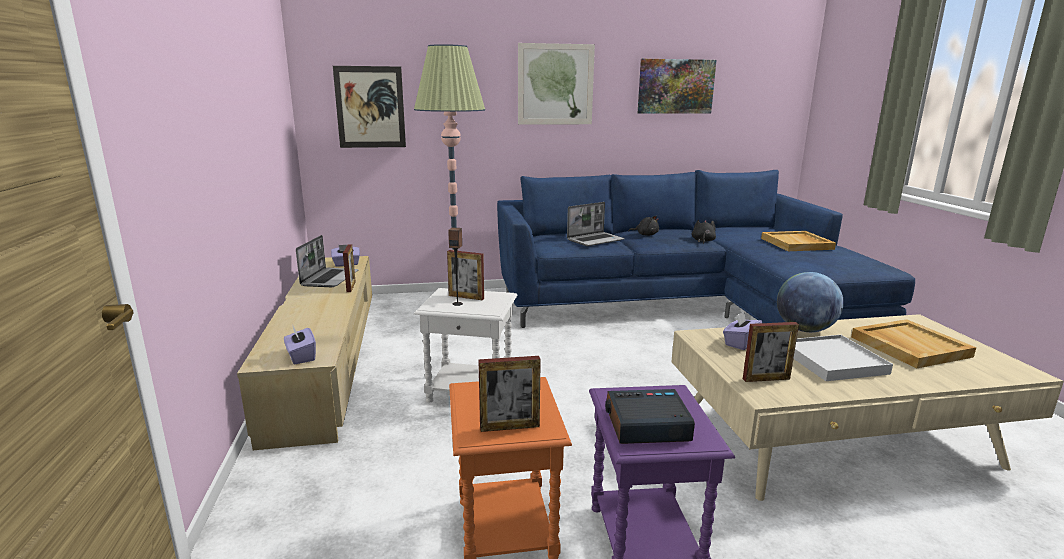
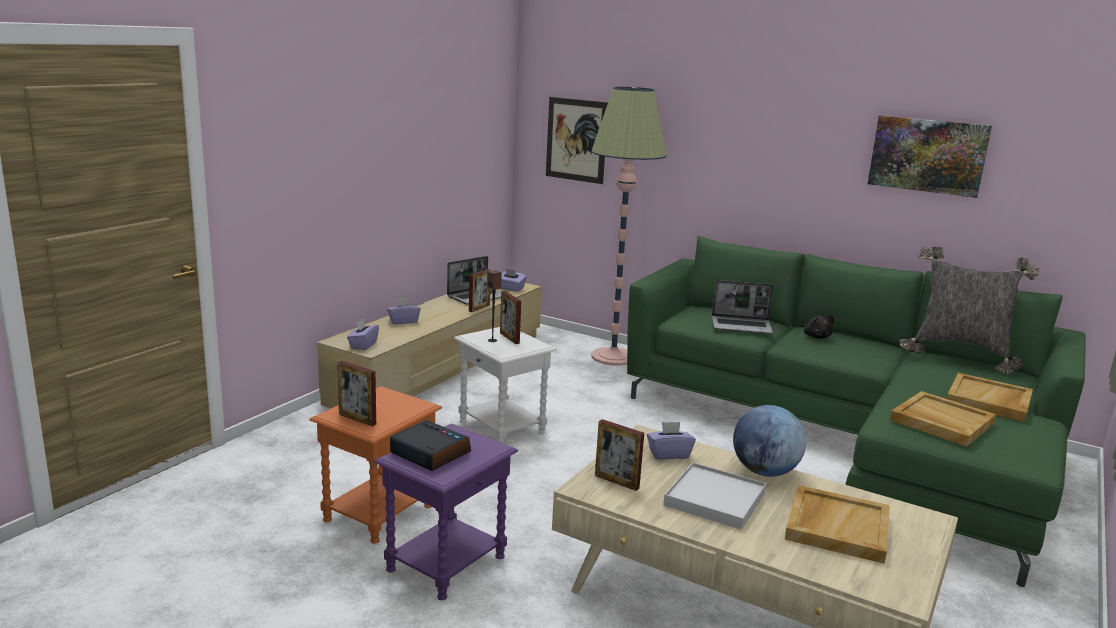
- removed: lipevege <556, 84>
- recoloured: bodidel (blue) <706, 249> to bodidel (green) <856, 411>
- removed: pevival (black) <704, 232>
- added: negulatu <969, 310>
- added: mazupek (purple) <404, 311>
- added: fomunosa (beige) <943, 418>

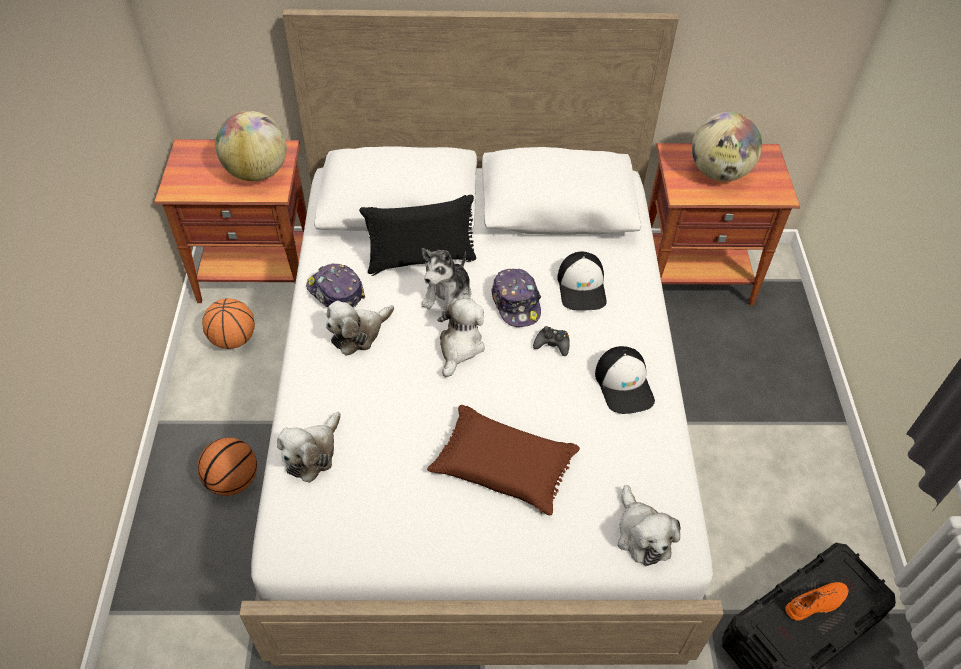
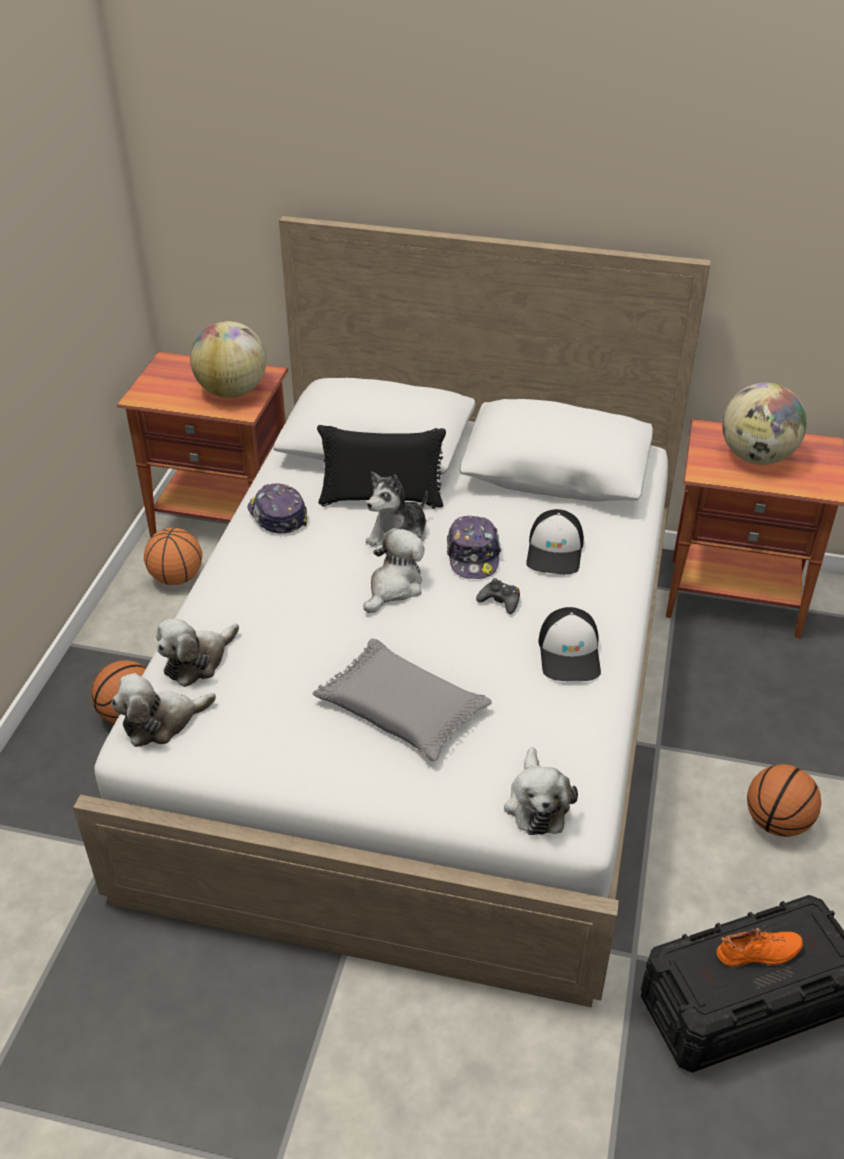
- moved: pevival <360, 328> to <163, 710>
- recoloured: negulatu (brown) <503, 460> to negulatu (grey) <402, 700>
- added: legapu <784, 800>

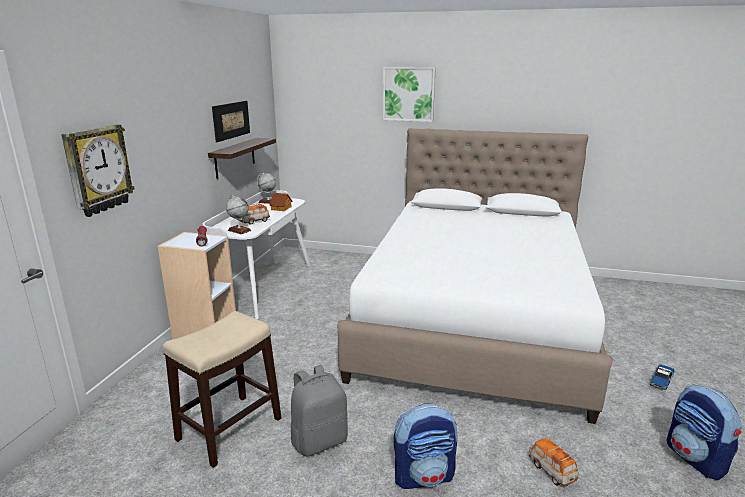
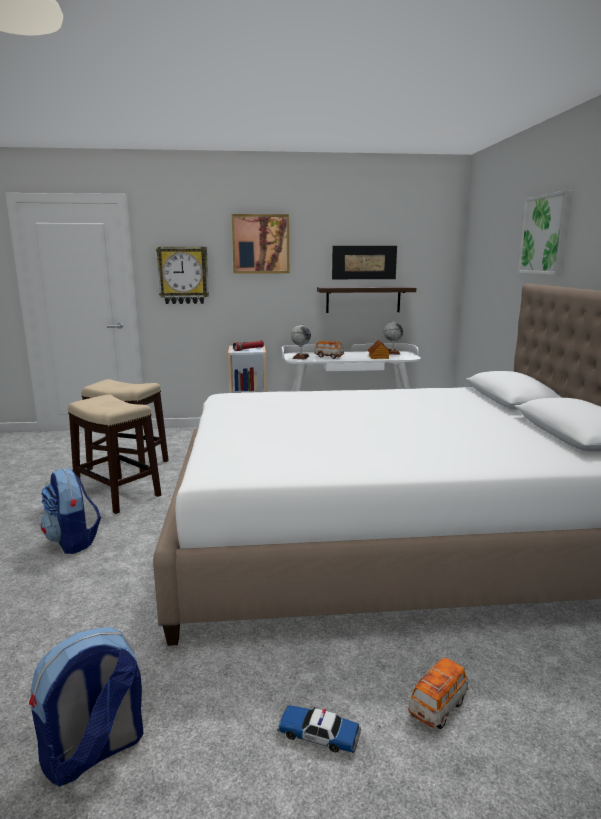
- replaced: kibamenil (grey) <319, 411> to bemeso <114, 454>
- moved: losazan <554, 462> to <438, 693>
- added: lipevege <260, 244>

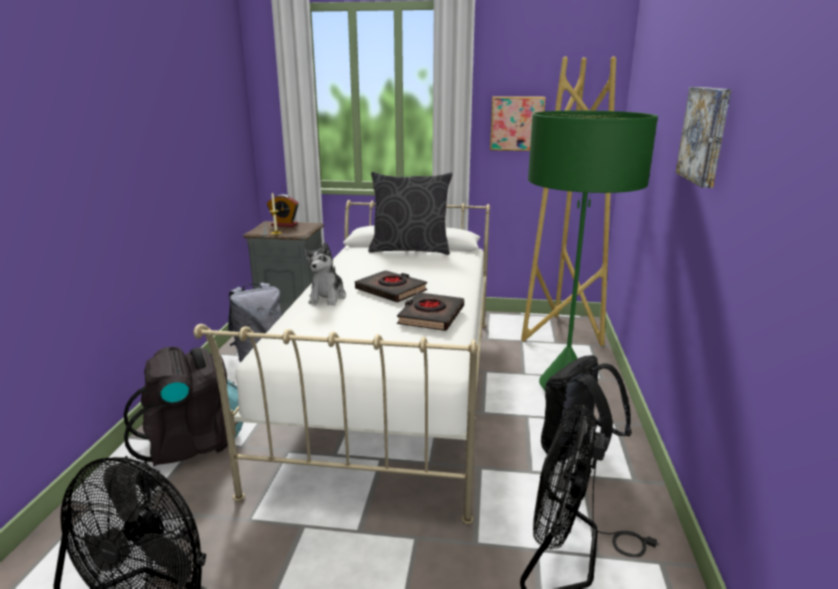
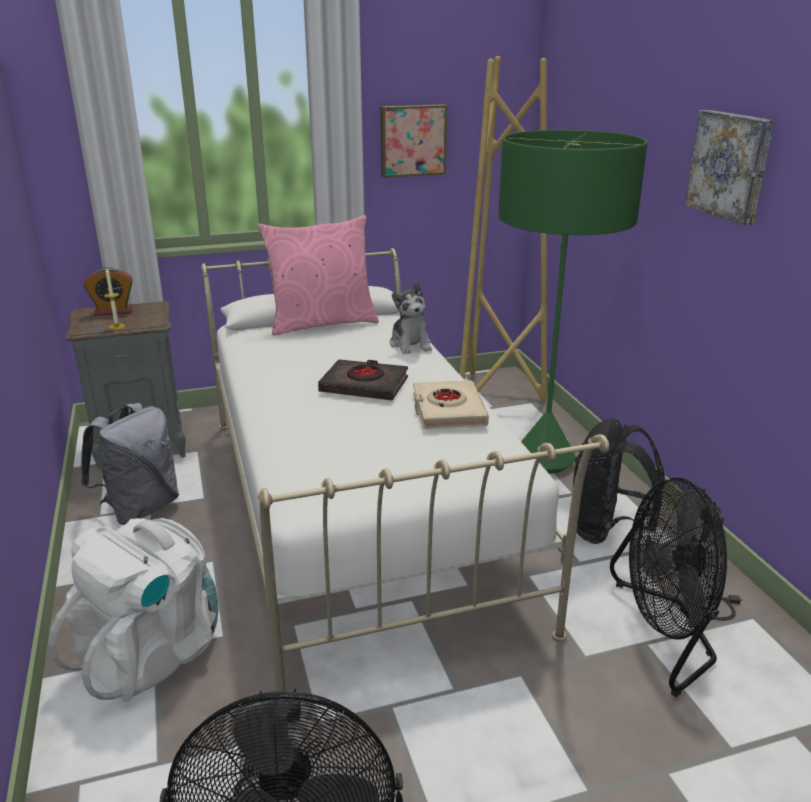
- recoloured: negulatu (grey) <410, 213> to negulatu (pink) <318, 275>
- moved: pevival <325, 273> to <411, 318>
- recoloured: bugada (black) <430, 311> to bugada (beige) <451, 404>
- recoloured: kibamenil (black) <183, 407> to kibamenil (white) <133, 610>

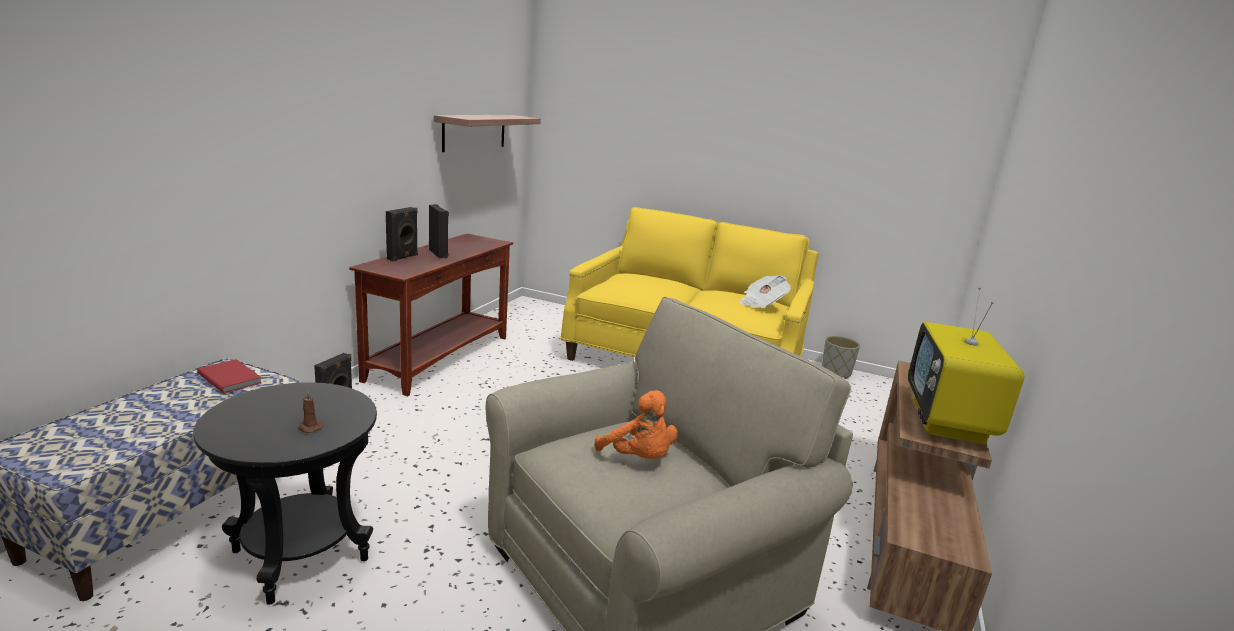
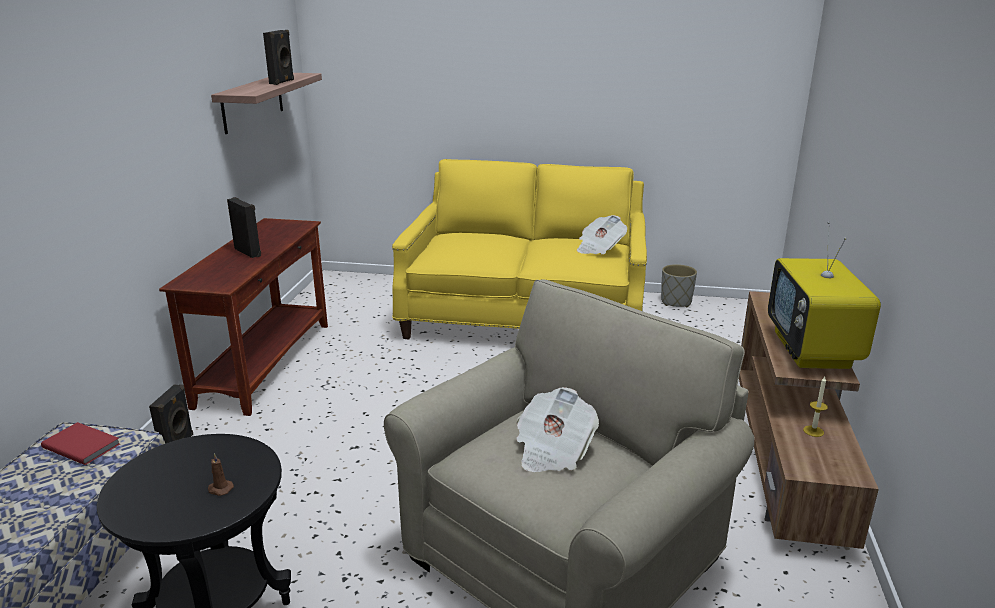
- moved: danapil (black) <402, 234> to <278, 57>
- replaced: pevival (orange) <636, 424> to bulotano <557, 429>
- added: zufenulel <815, 407>

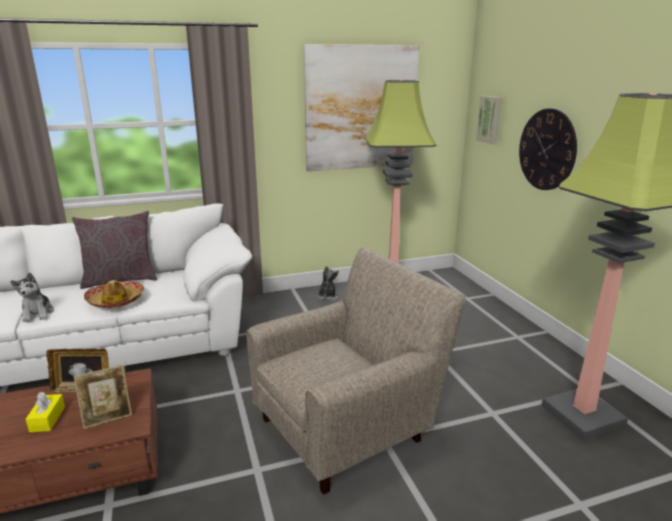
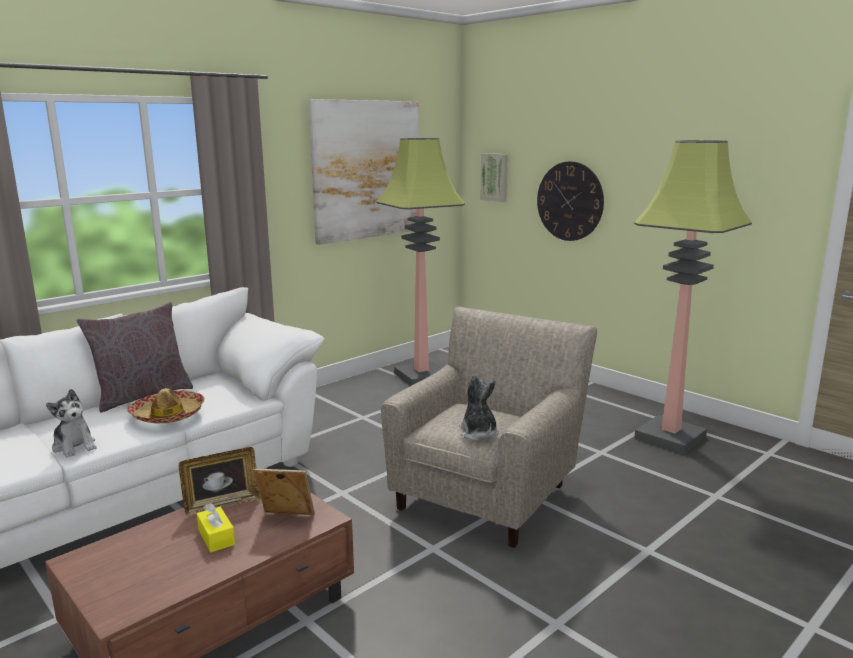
- moved: pevival <328, 283> to <478, 407>
- turned: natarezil <103, 397> = <284, 492> 120 degrees counterclockwise

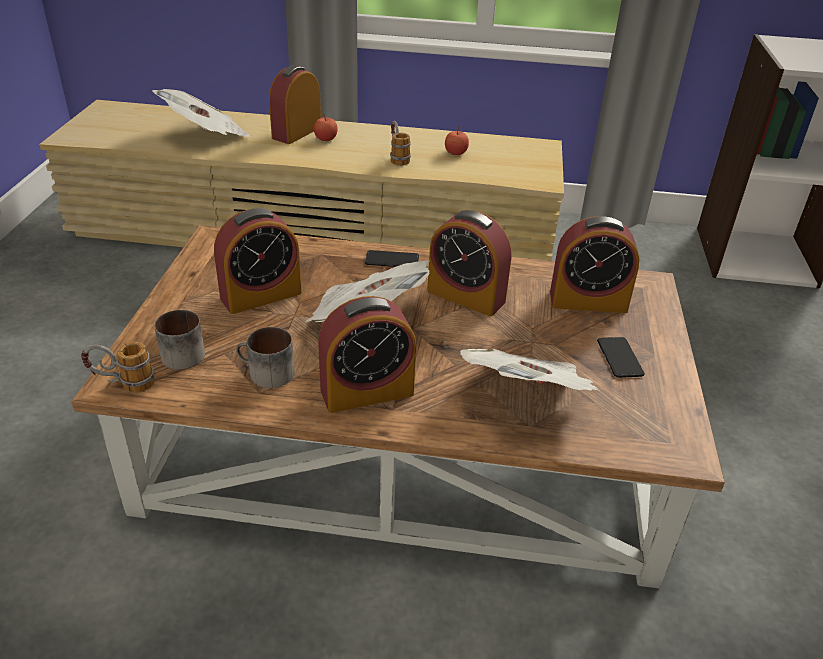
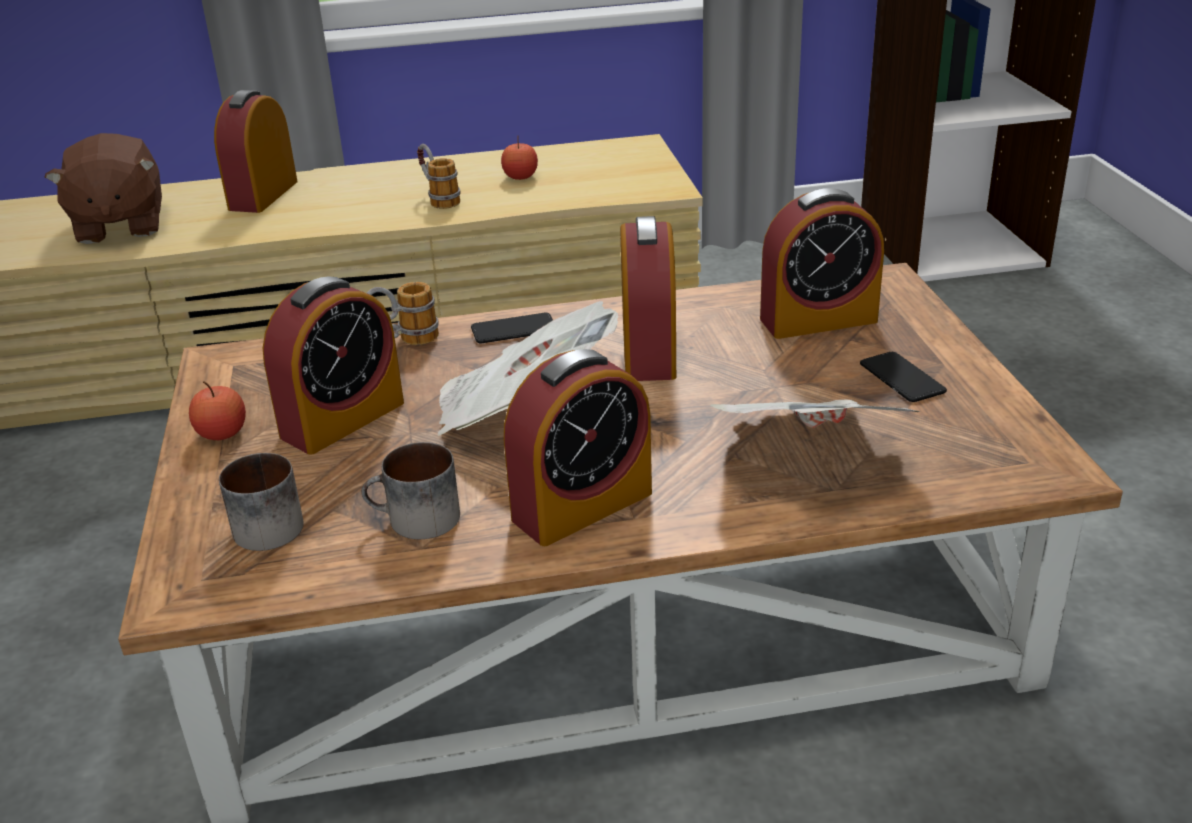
- replaced: bulotano <201, 113> to pevival (brown) <103, 188>
- moved: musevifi <326, 127> to <217, 410>
- turned: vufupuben <469, 263> = <648, 298> 105 degrees counterclockwise
- moved: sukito <118, 367> to <403, 313>

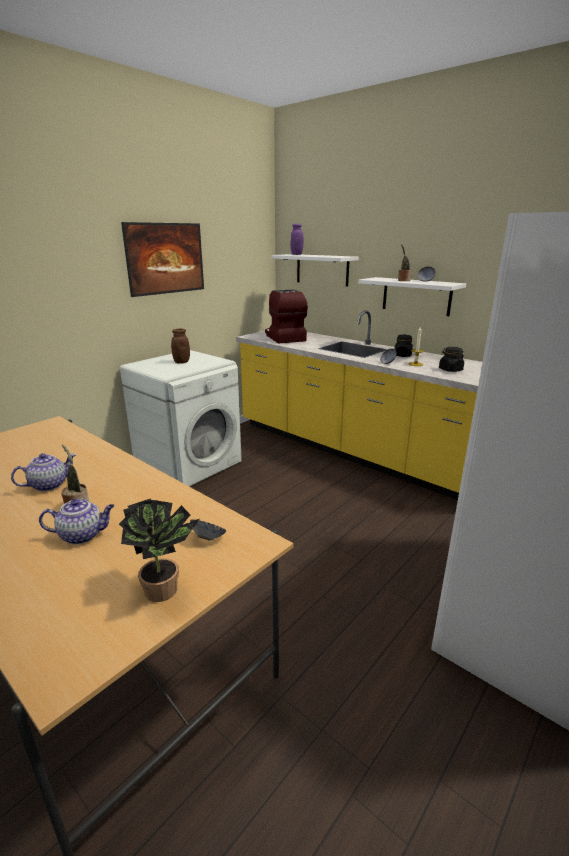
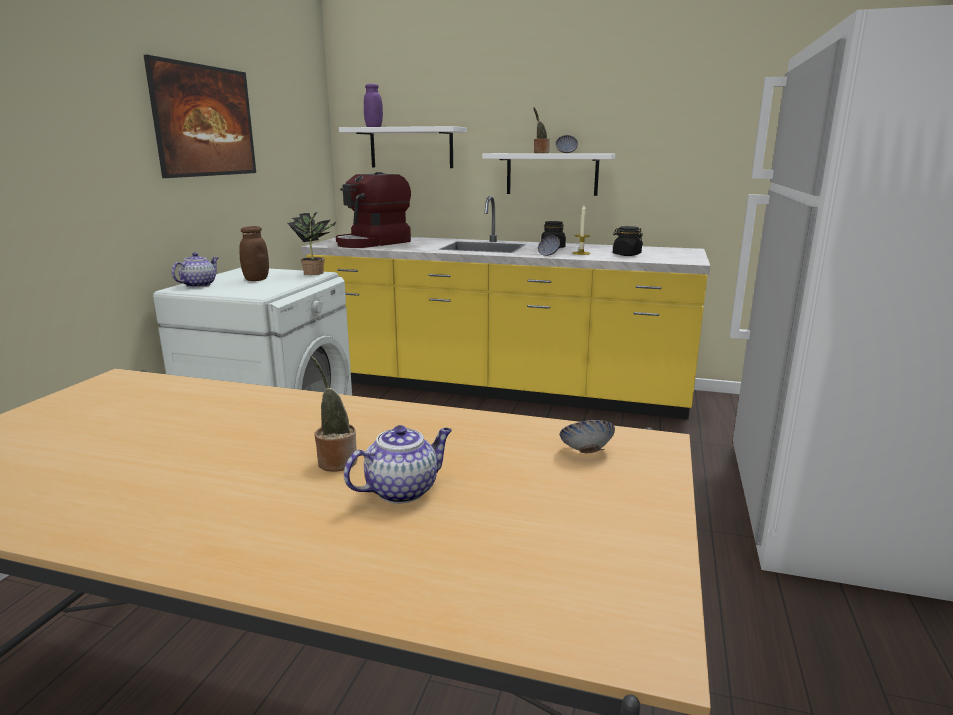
- turned: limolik <286, 317> = <373, 210> 90 degrees counterclockwise
- moved: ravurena <43, 472> to <195, 270>
- moved: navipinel <159, 550> to <312, 243>

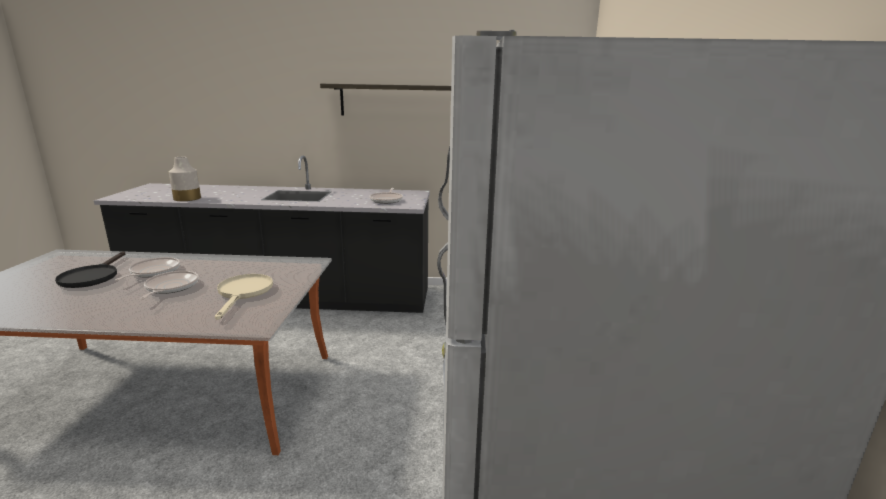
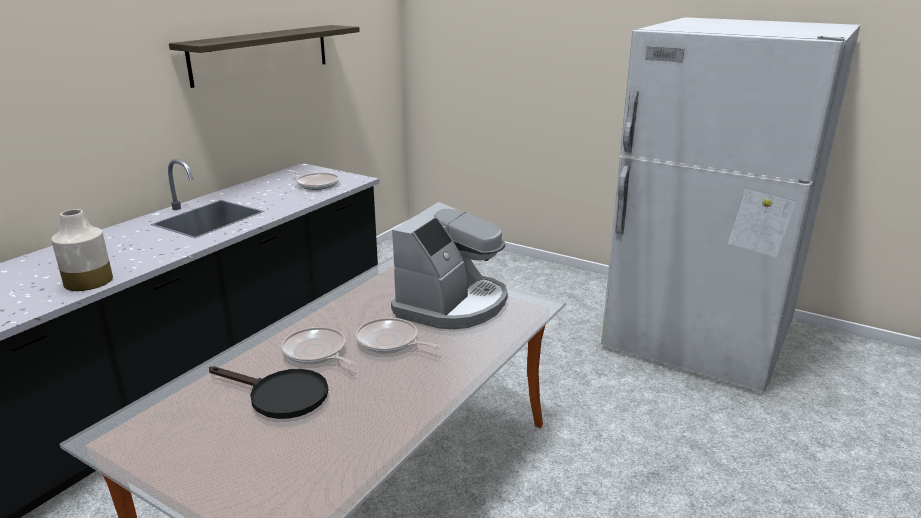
- replaced: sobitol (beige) <244, 297> to limolik <449, 265>

